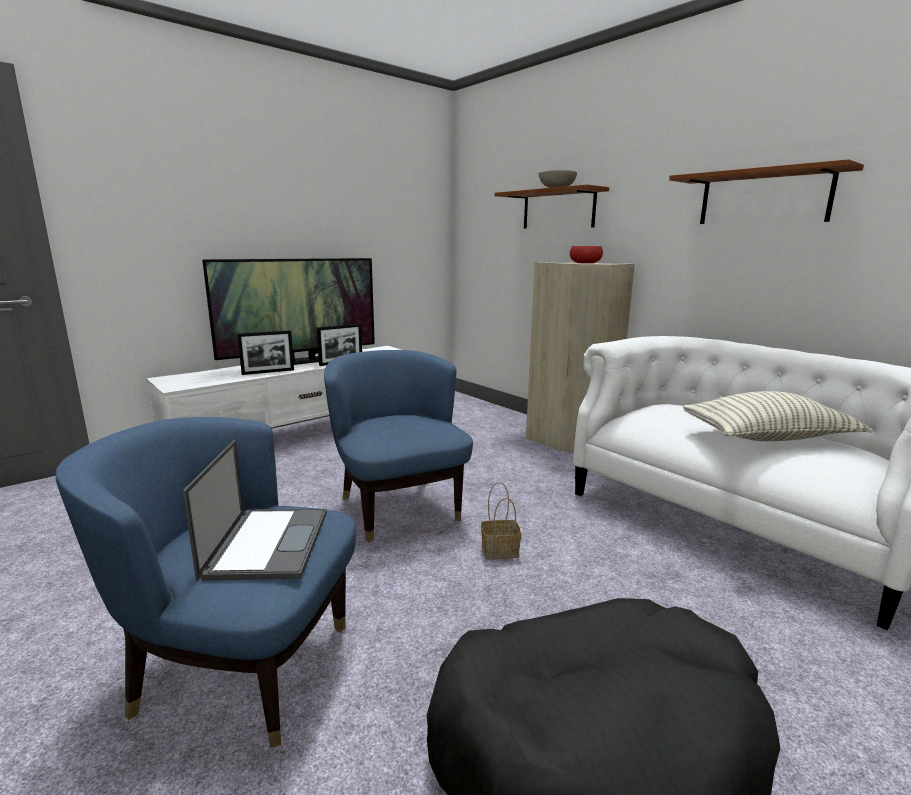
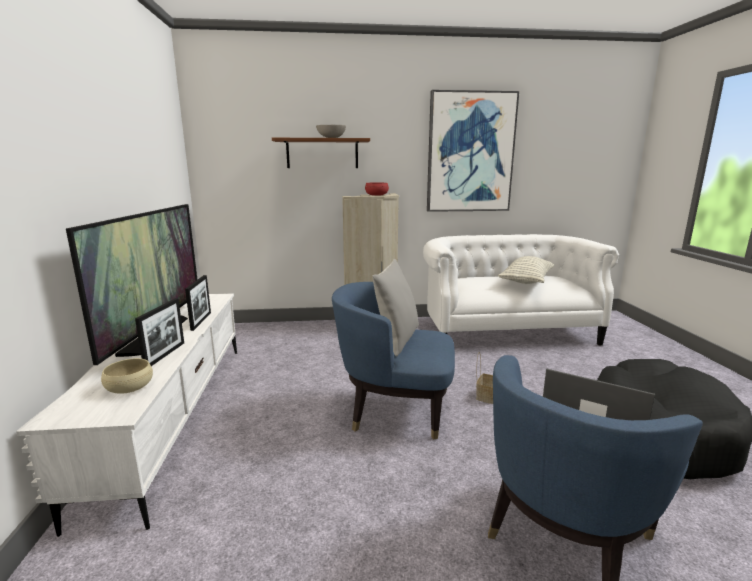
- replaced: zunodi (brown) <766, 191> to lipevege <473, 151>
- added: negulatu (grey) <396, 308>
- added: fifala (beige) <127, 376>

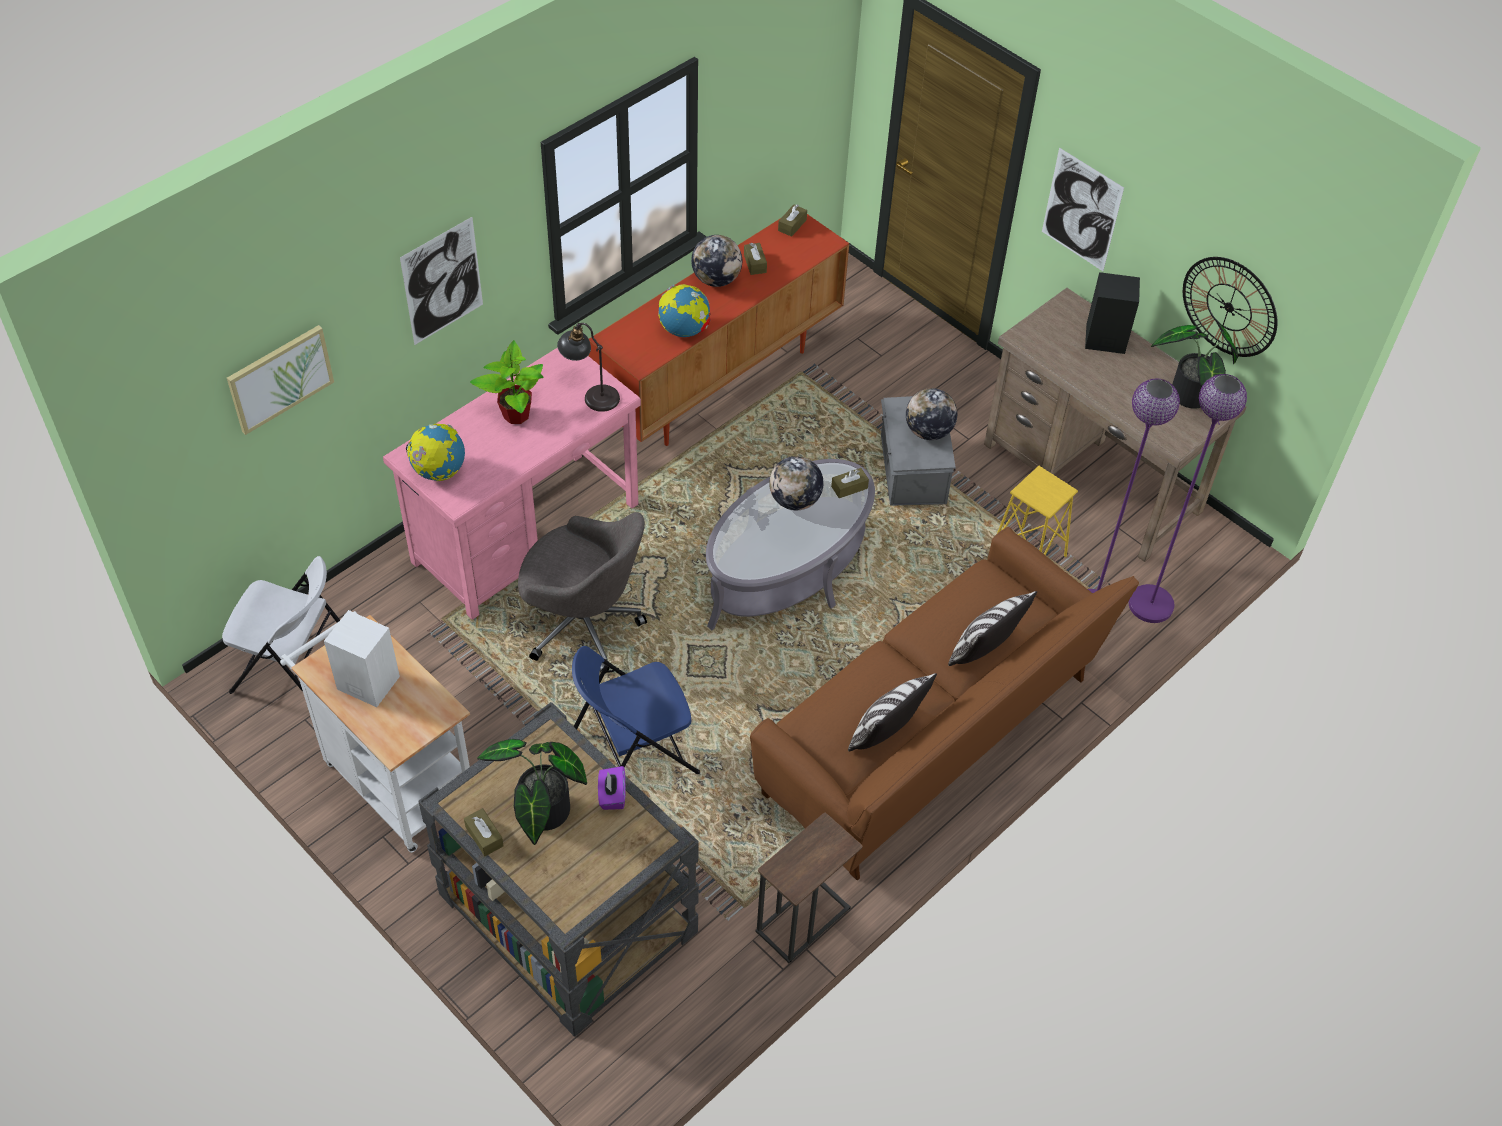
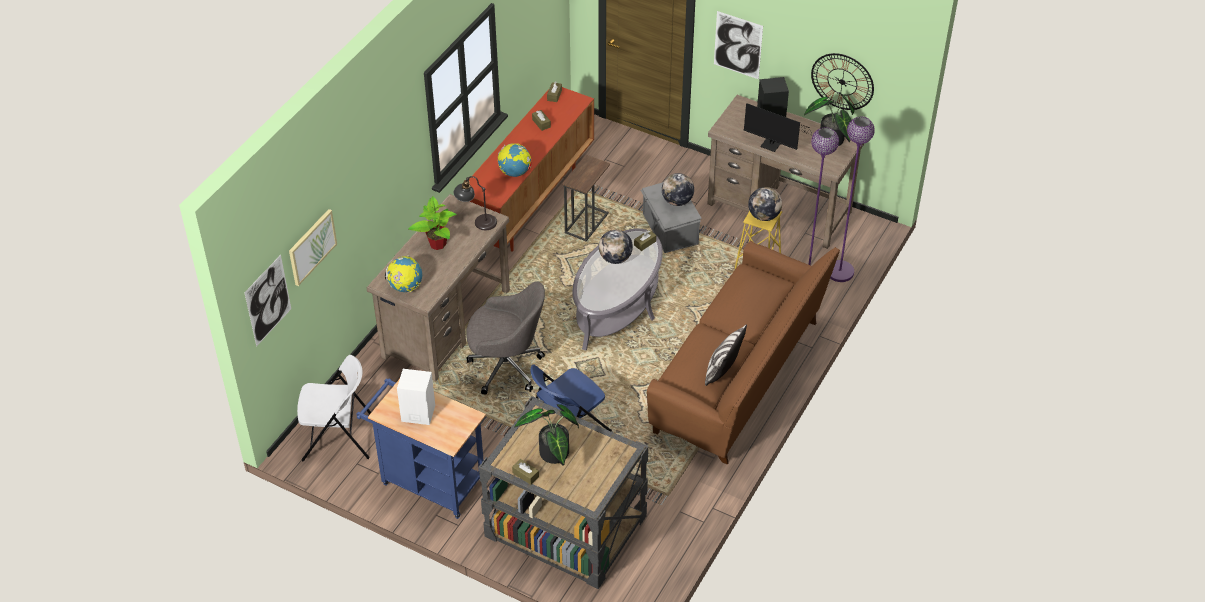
- moved: lipevege <441, 281> to <267, 301>
- moved: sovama <716, 261> to <765, 204>
- recoloured: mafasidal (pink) <512, 483> to mafasidal (brown) <438, 287>
- removed: negulatu <992, 628>
- recoloured: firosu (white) <375, 731> to firosu (blue) <421, 448>
- removed: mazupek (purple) <611, 788>
- moved: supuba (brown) <809, 888> to <586, 198>
- added: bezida <777, 127>

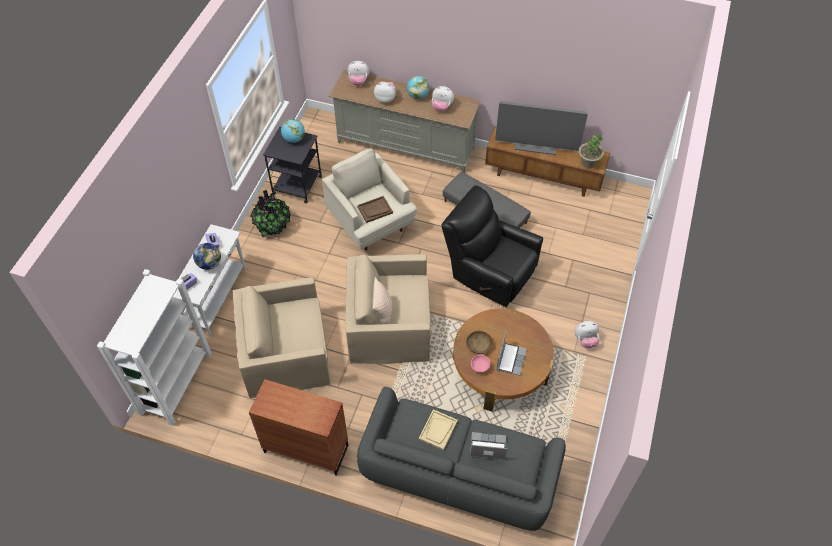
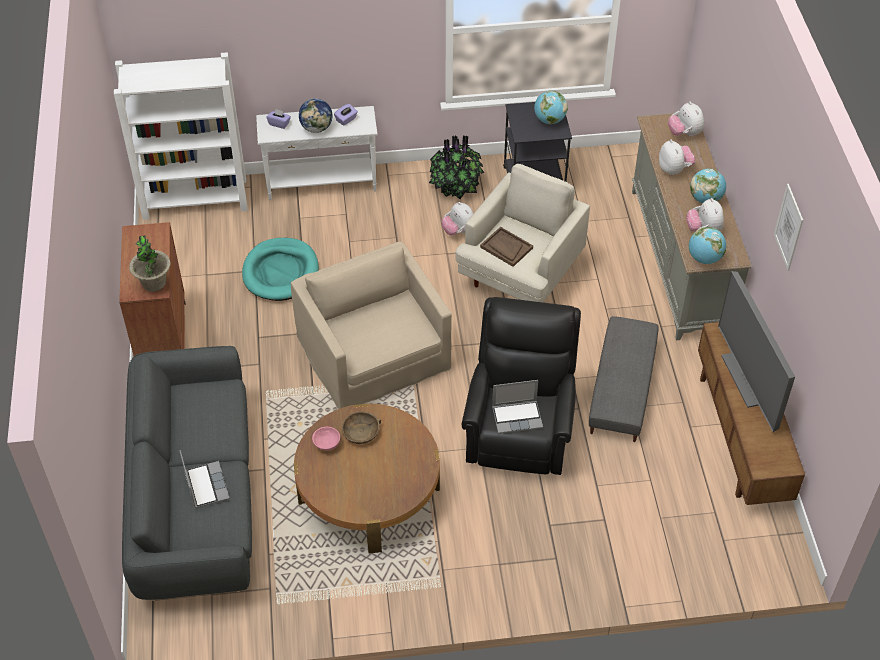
- moved: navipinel <591, 151> to <150, 264>
- replaced: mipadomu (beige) <282, 338> to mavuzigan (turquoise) <280, 269>
- removed: negulatu (beige) <382, 300>
- moved: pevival <587, 334> to <457, 219>
- moved: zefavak <511, 353> to <517, 407>
- removed: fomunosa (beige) <438, 429>
- added: lipevege <788, 227>
- added: sovama <707, 245>

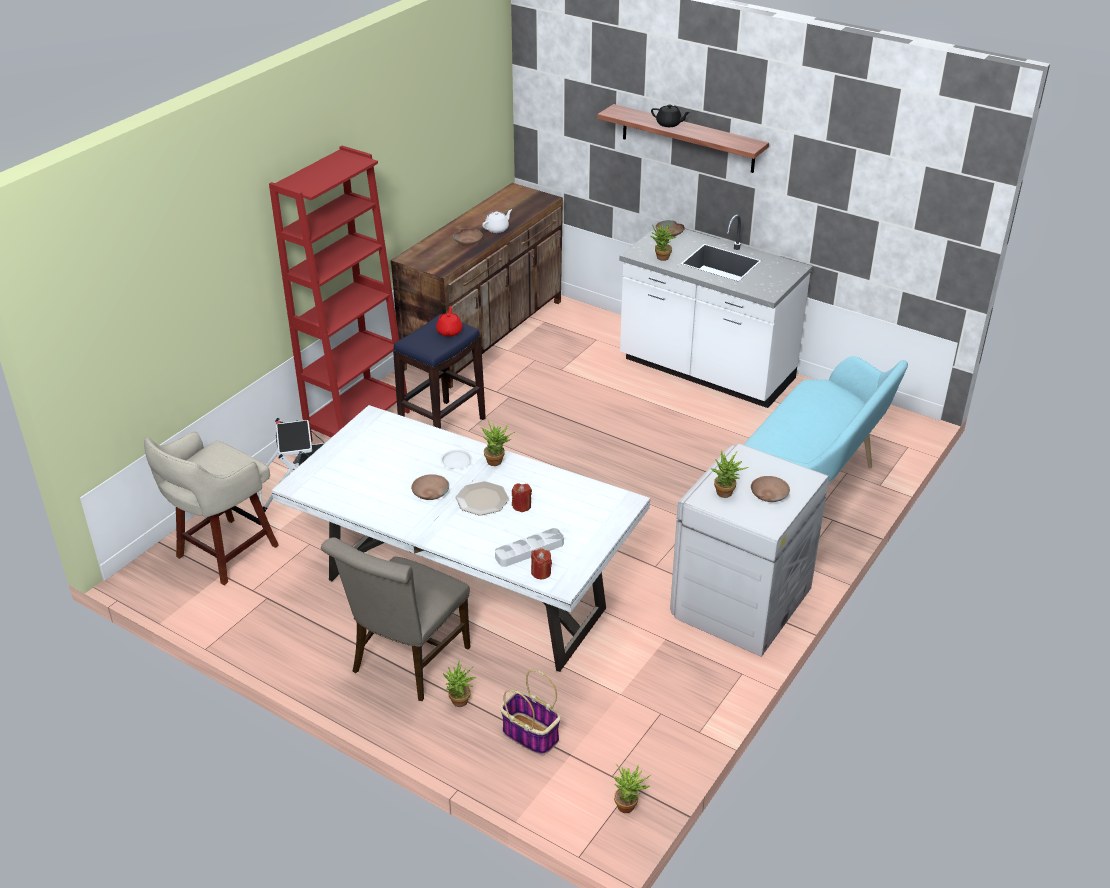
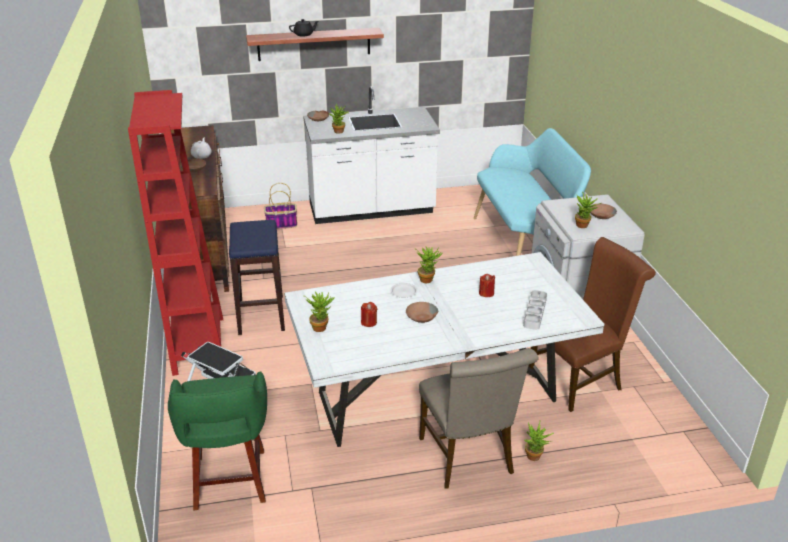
- removed: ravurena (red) <449, 321>
- recoloured: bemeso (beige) <211, 508> to bemeso (green) <217, 440>
- removed: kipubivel <482, 498>
- moved: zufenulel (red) <541, 563> to <369, 314>
- moved: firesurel <530, 712> to <280, 206>
- moved: navipinel <632, 788> to <319, 311>
- added: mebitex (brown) <592, 324>

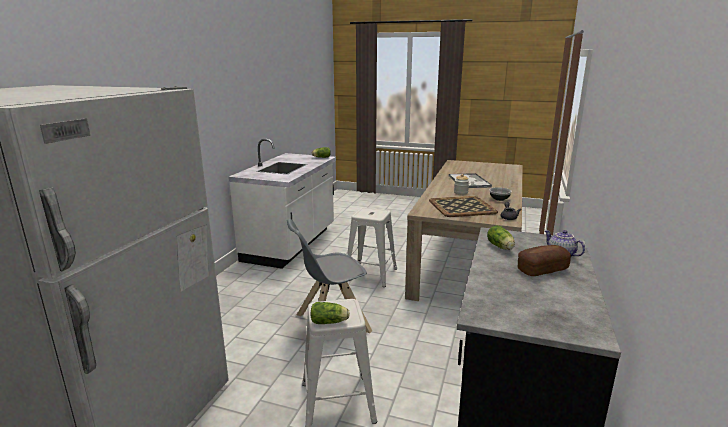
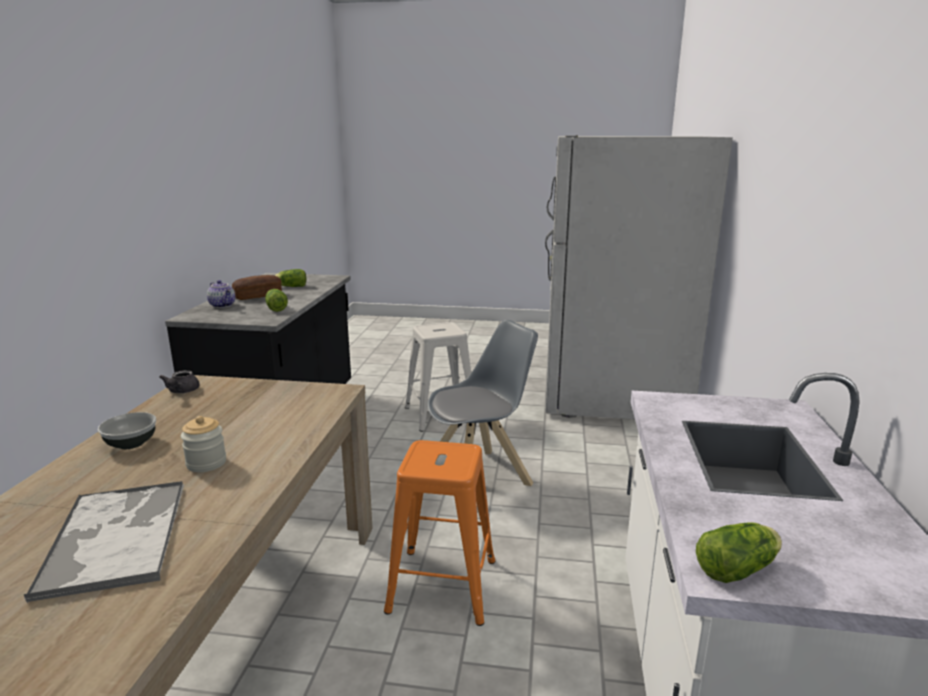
- removed: fomunosa <463, 206>
- recoloured: bemeso (white) <372, 247> to bemeso (orange) <439, 533>
- moved: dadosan <330, 313> to <290, 278>

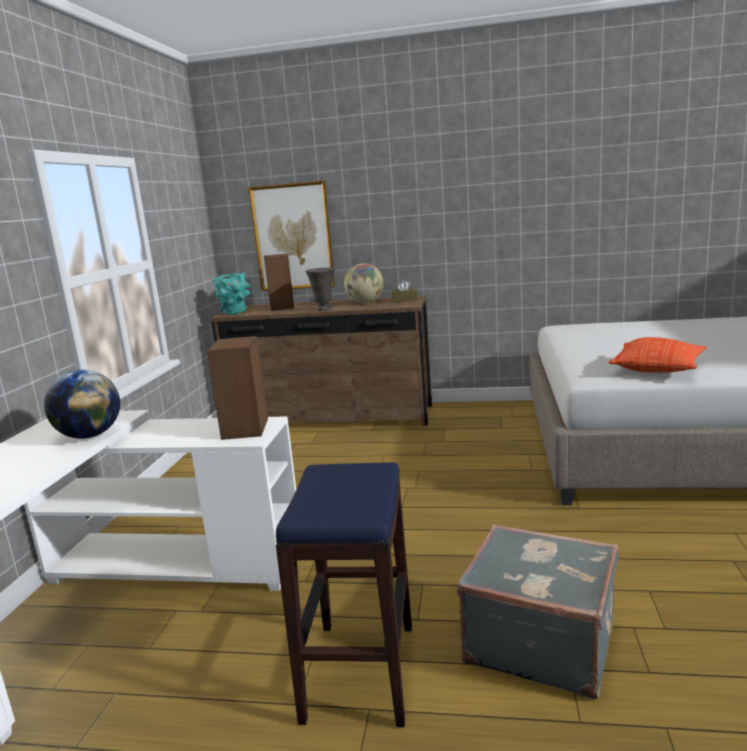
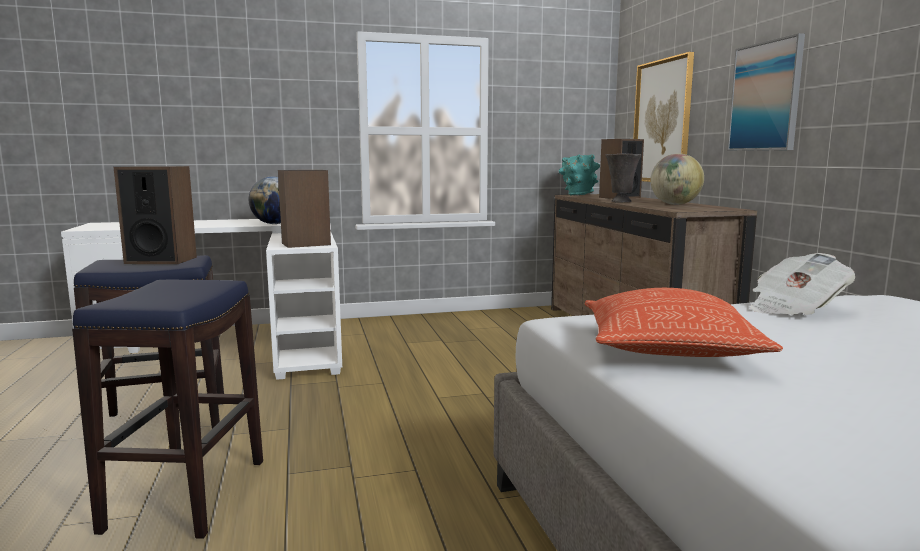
- removed: mazupek (brown) <404, 291>
- replaced: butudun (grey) <538, 611> to bemeso <167, 409>
- added: lipevege <766, 92>
- added: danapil <155, 215>
- added: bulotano <803, 284>

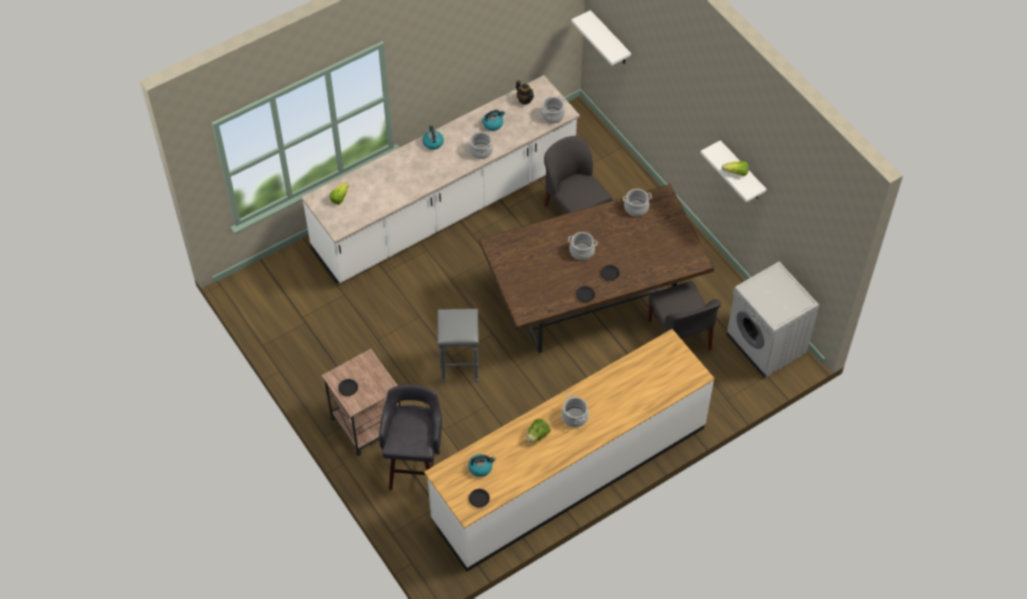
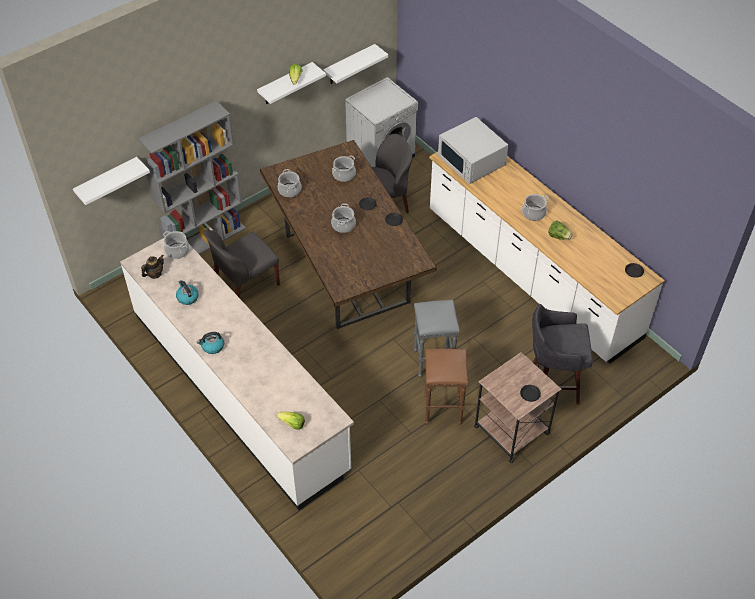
- moved: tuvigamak <480, 145> to <344, 168>
- removed: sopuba <482, 465>
- added: zunodi (white) <355, 64>
- added: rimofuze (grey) <192, 177>
- added: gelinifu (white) <473, 150>
- added: bemeso (brown) <446, 387>

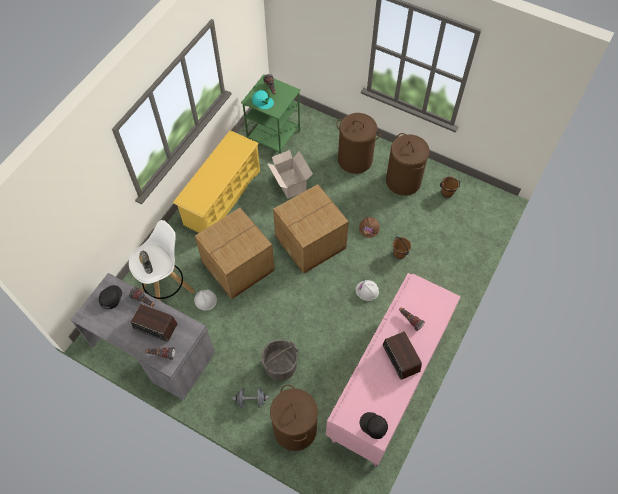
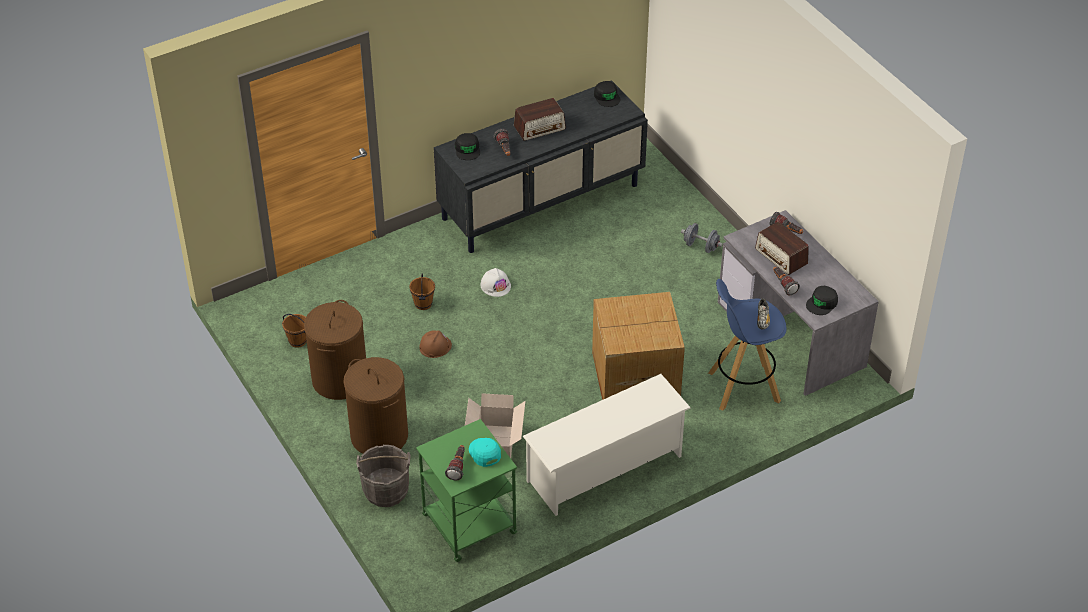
- recoloured: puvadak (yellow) <216, 181> to puvadak (white) <607, 445>
- removed: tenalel <311, 229>
- recoloured: bemeso (white) <162, 260> to bemeso (blue) <747, 345>
- recoloured: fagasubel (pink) <393, 369> to fagasubel (black) <541, 166>
- removed: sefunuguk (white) <205, 300>
- turned: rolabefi <402, 355> = <540, 119> 120 degrees counterclockwise
- moved: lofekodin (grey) <279, 360> to <383, 476>
- removed: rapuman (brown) <294, 418>
- added: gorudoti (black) <467, 146>

